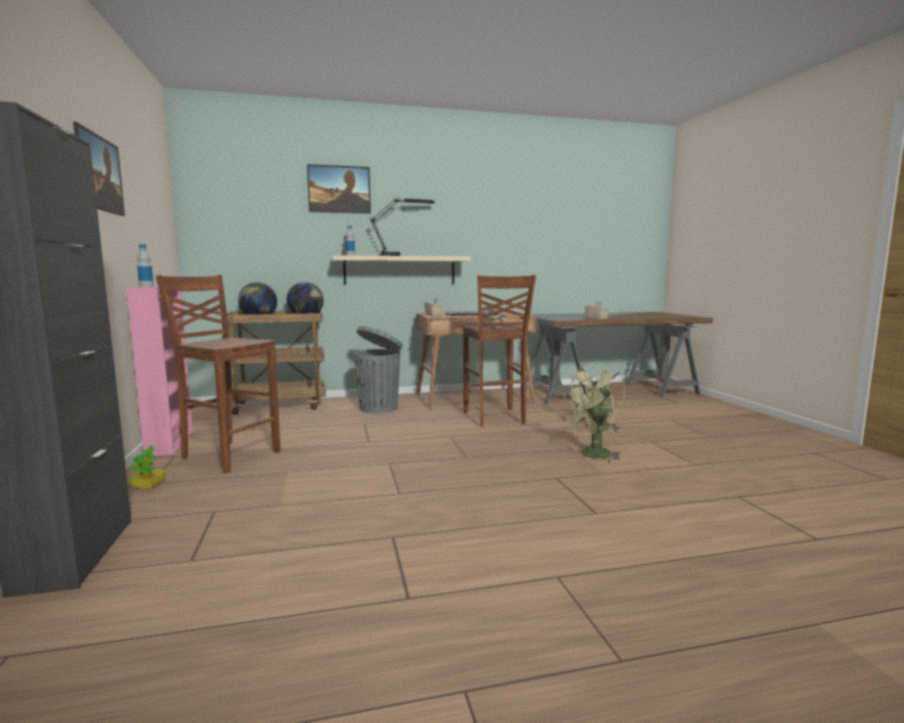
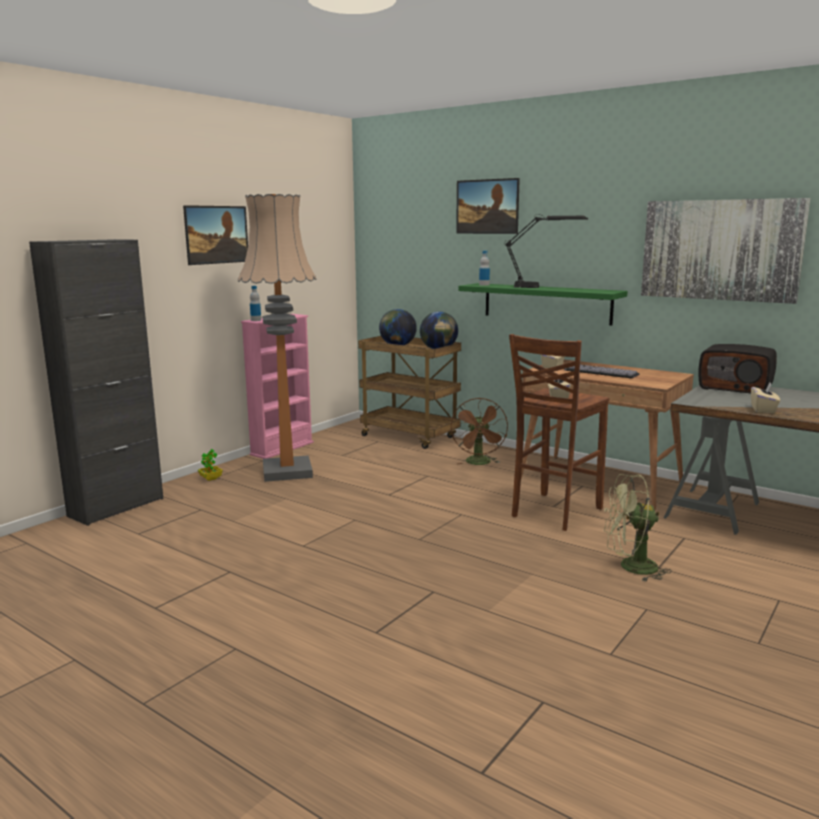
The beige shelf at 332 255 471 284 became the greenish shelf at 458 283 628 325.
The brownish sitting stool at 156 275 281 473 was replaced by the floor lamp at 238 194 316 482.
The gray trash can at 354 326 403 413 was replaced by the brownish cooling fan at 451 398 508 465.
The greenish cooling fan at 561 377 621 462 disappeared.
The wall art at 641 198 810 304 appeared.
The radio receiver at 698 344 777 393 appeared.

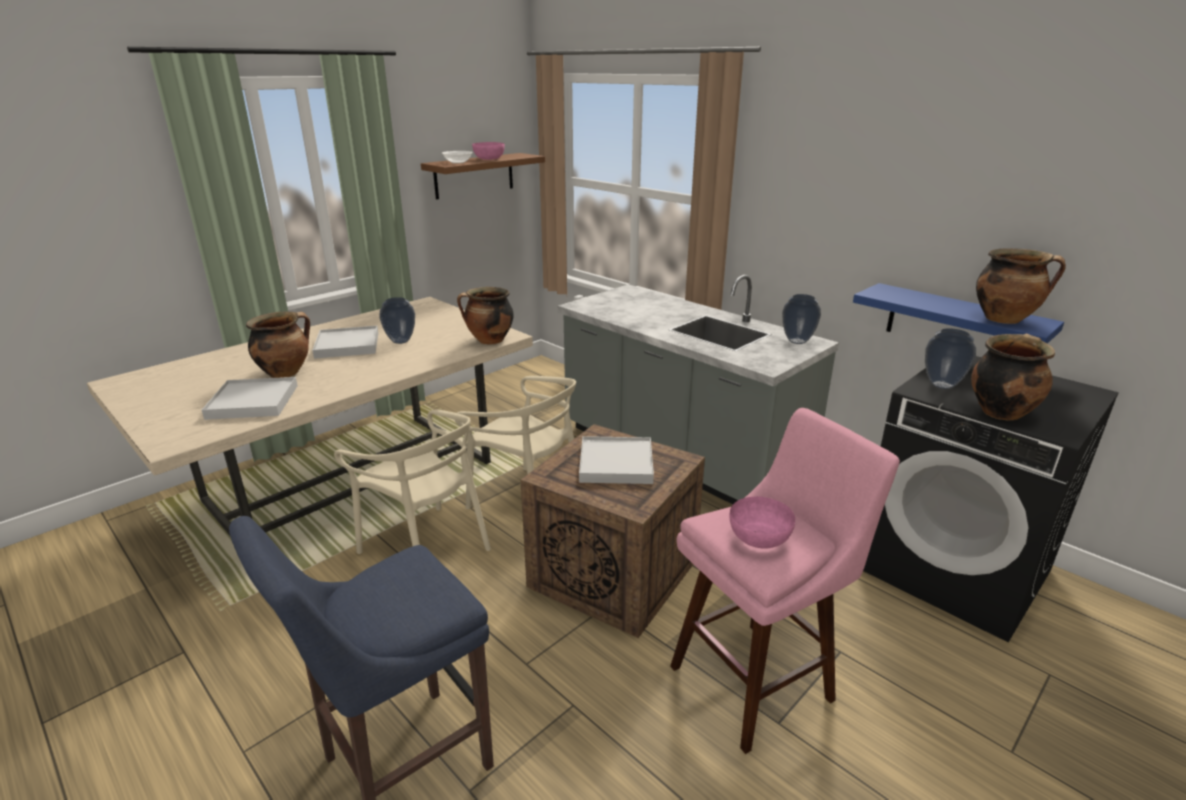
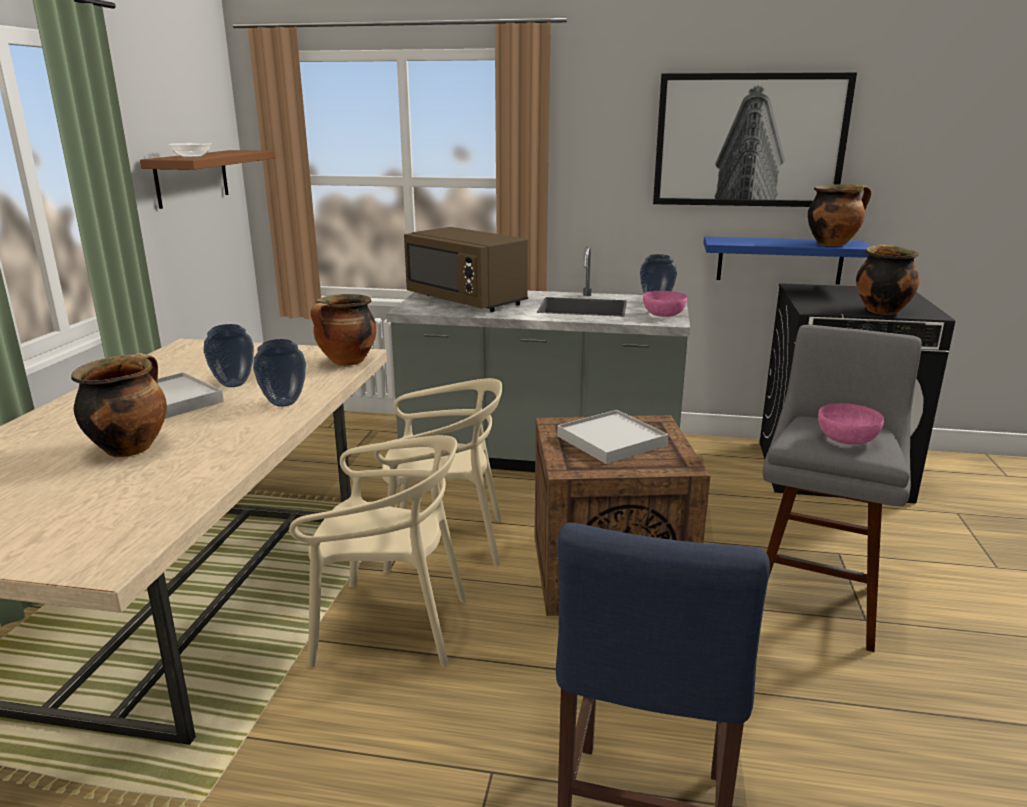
The pink-coloured bowl moved from 472 142 505 160 to 643 291 687 317.
The flower vase moved from 925 328 976 389 to 253 339 306 407.
The white tray at 202 377 298 420 disappeared.
The pink-coloured sitting stool at 670 408 900 754 became the gray sitting stool at 763 325 922 652.
The wall art at 653 72 857 207 appeared.
The brownish microwave at 404 227 528 312 appeared.

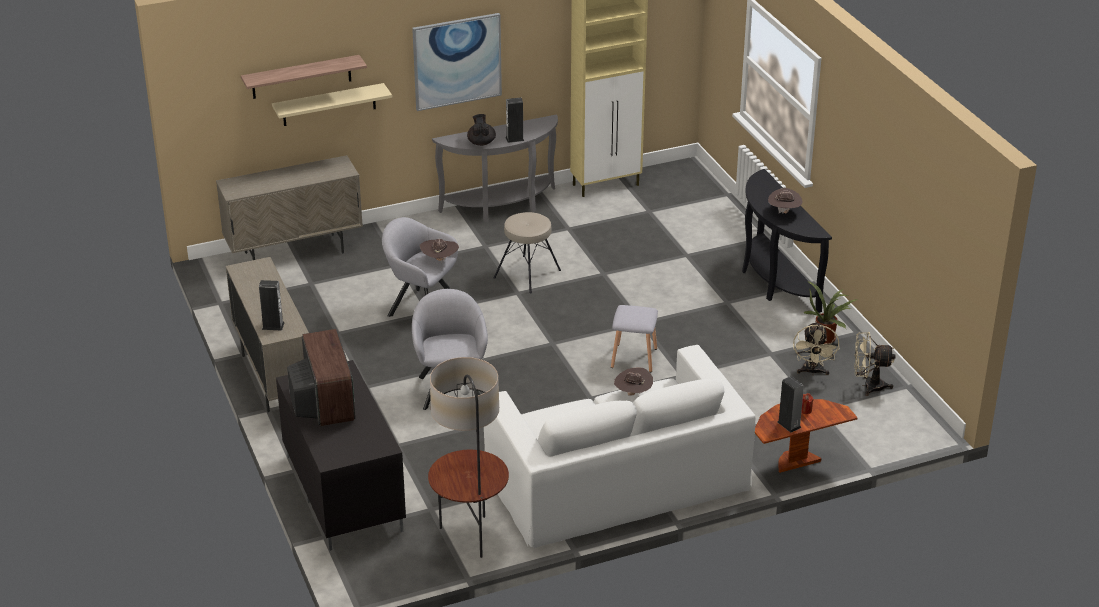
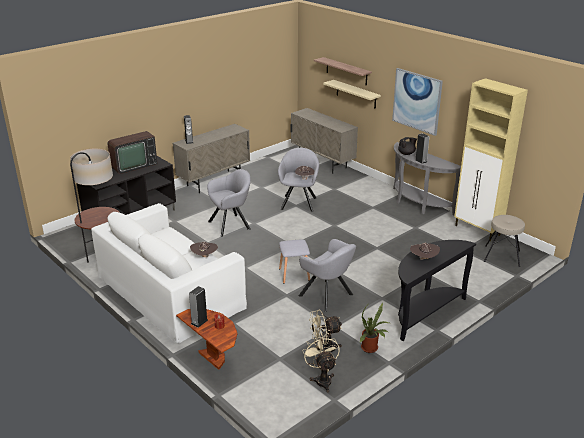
The beige sitting stool moved from 494 212 561 293 to 484 215 525 267.
The gray armchair at 299 239 356 312 appeared.

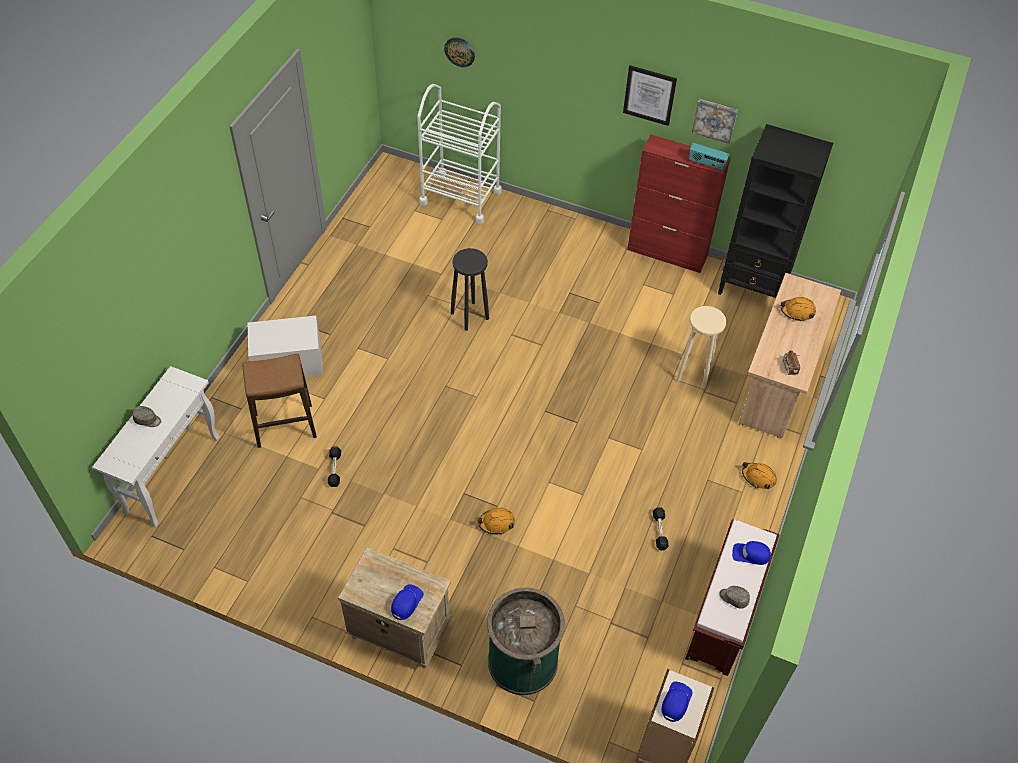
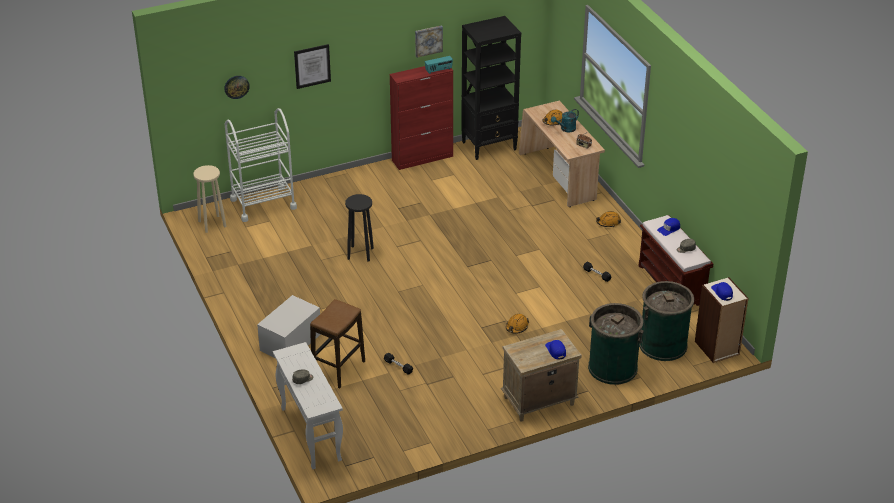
The wall art moved from 623 65 677 126 to 294 44 331 89.
The beige sitting stool moved from 677 306 726 388 to 193 165 226 233.
The turquoise watering can at 551 109 579 132 appeared.
The greenish trash can at 639 281 694 361 appeared.

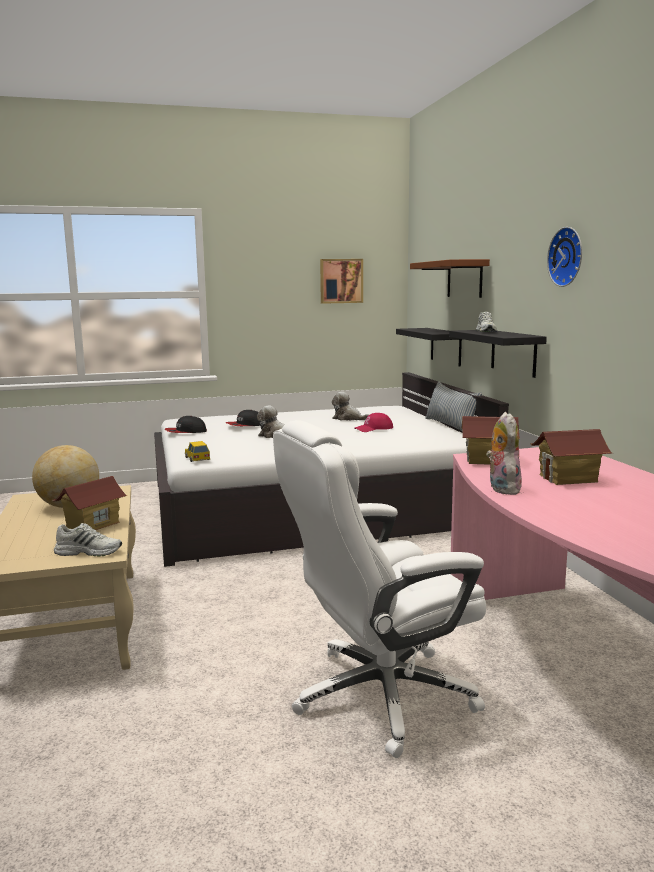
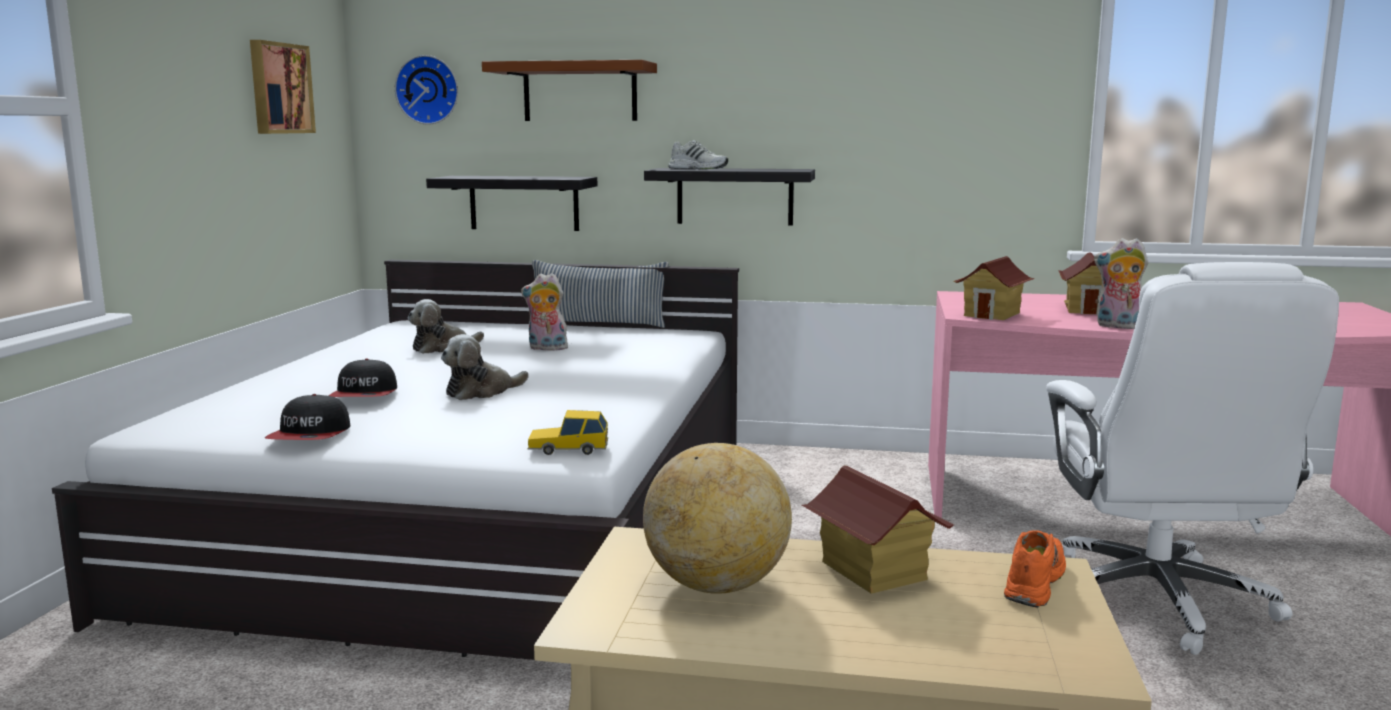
The hanging clock moved from 547 227 582 287 to 395 55 458 125.
The red-coloured baseball cap at 354 413 393 432 was replaced by the plush toy at 521 273 568 351.
The white shoe at 54 523 122 556 became the orange shoe at 1004 530 1066 608.

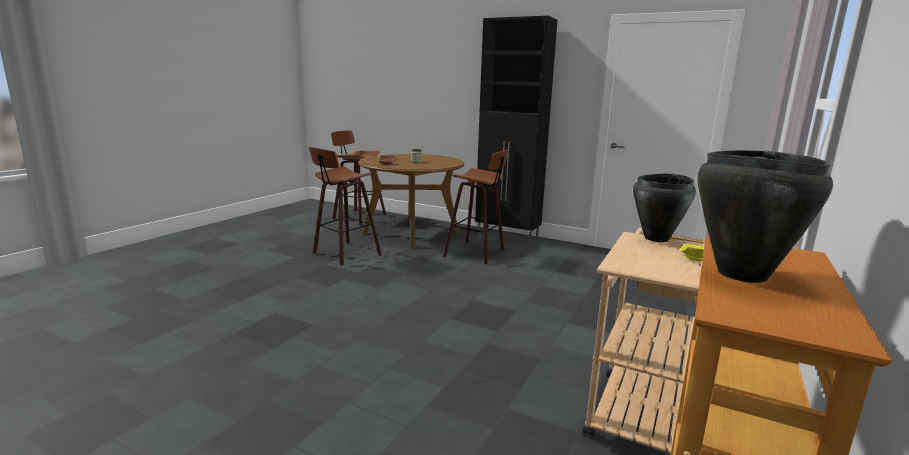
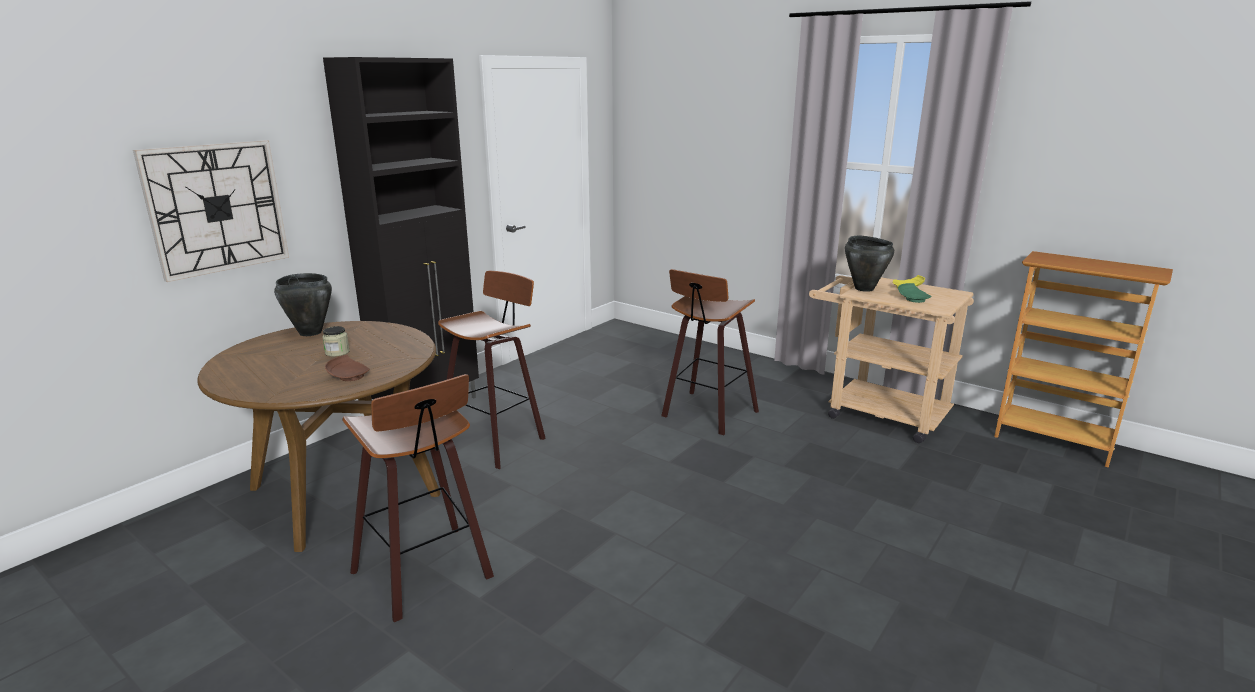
The sitting stool moved from 331 131 386 225 to 661 269 759 435.
The black-coloured cooking pot moved from 697 150 833 283 to 274 273 332 336.
The hanging clock at 133 140 289 282 appeared.
The greenish dinner plate at 898 283 932 303 appeared.

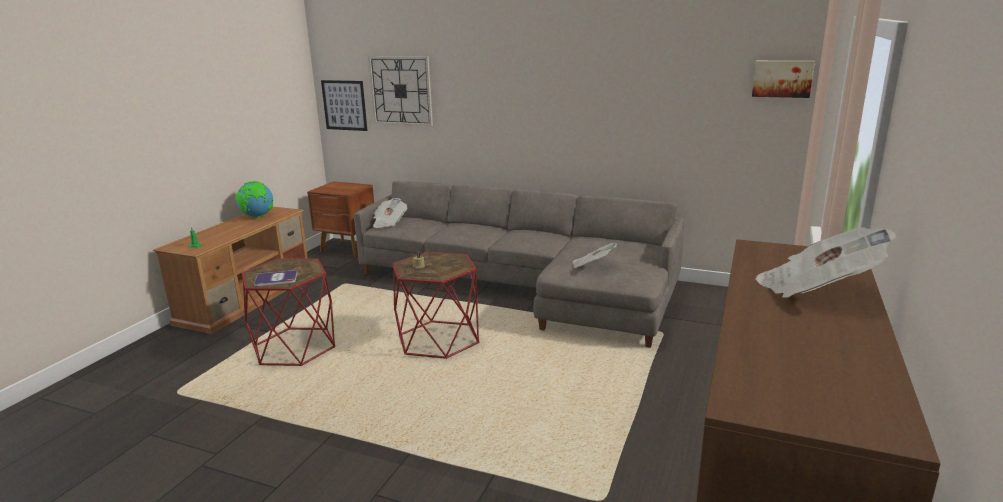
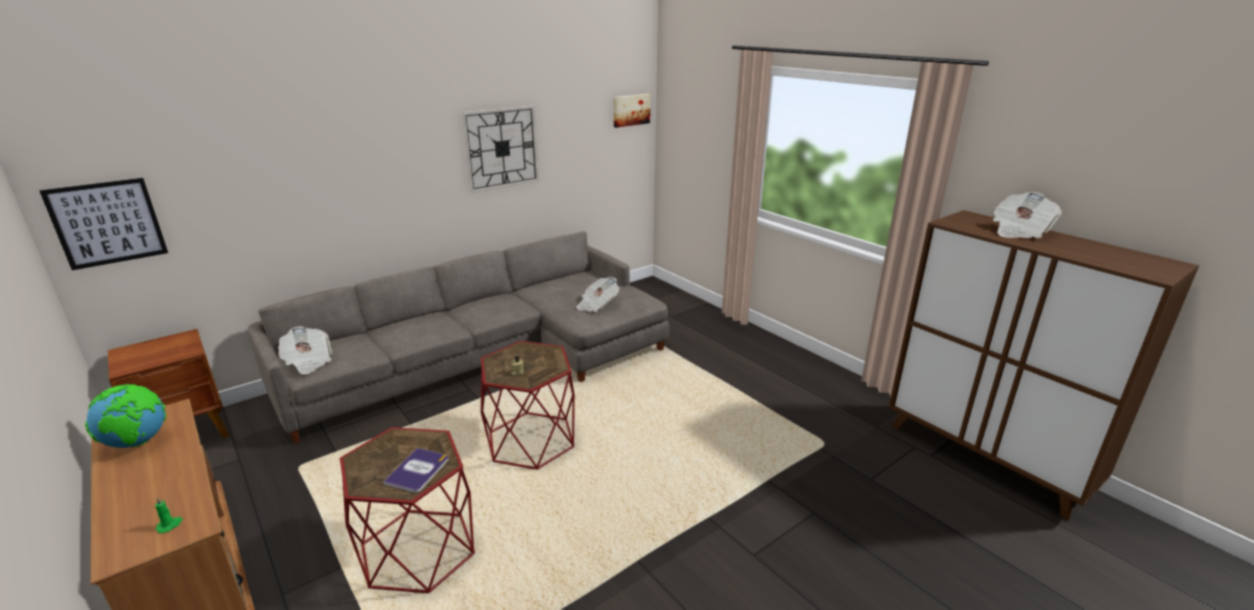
The hanging clock moved from 368 56 433 126 to 461 105 539 193.

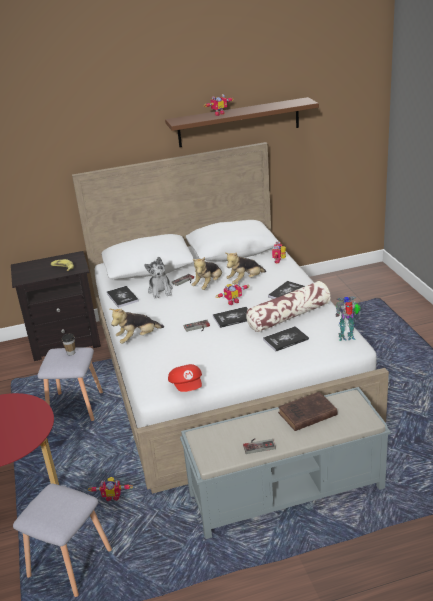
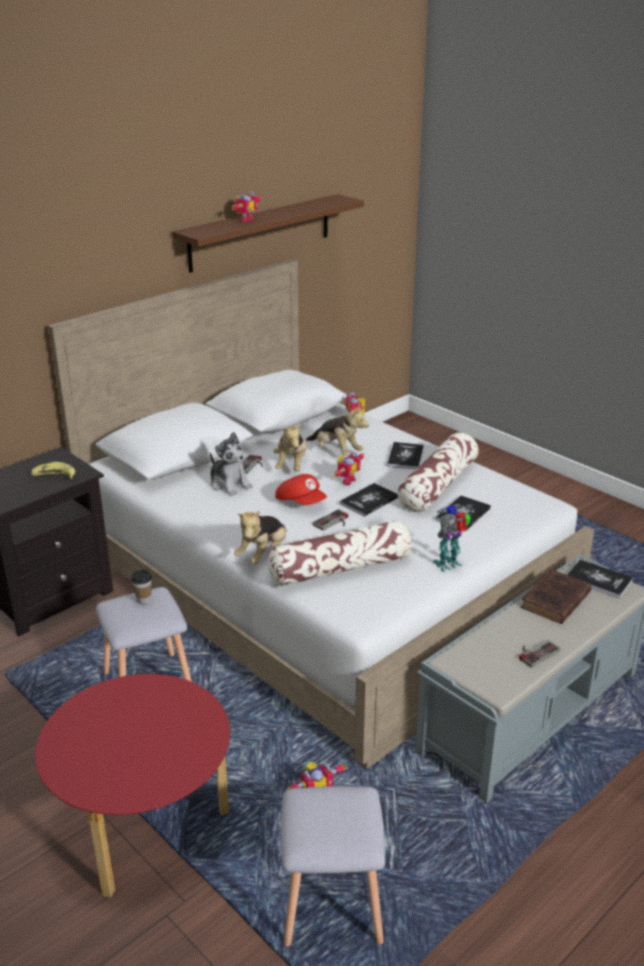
The plush toy at 225 252 266 284 turned 75 degrees counterclockwise.
The bound book moved from 107 286 139 308 to 567 560 633 599.
The toy robot moved from 336 296 361 341 to 433 504 471 572.
The red-coloured baseball cap moved from 168 364 202 392 to 275 474 327 505.
The pillow at 268 520 412 586 appeared.

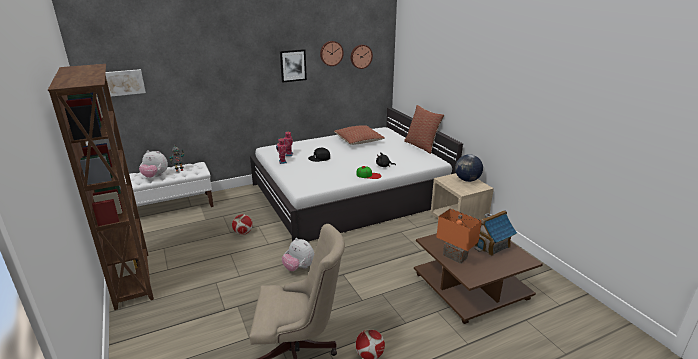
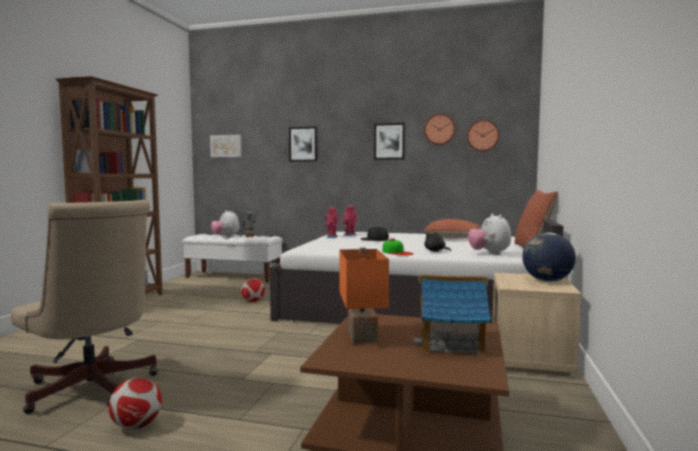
The plush toy moved from 282 238 314 271 to 468 214 511 255.
The wall art at 289 127 317 162 appeared.

